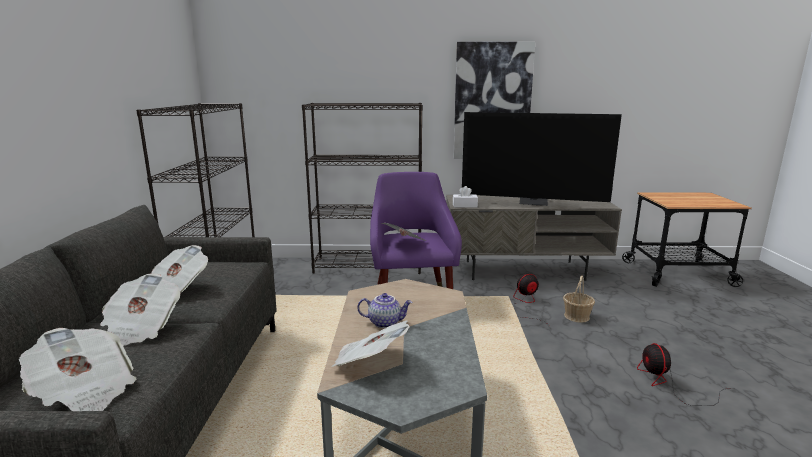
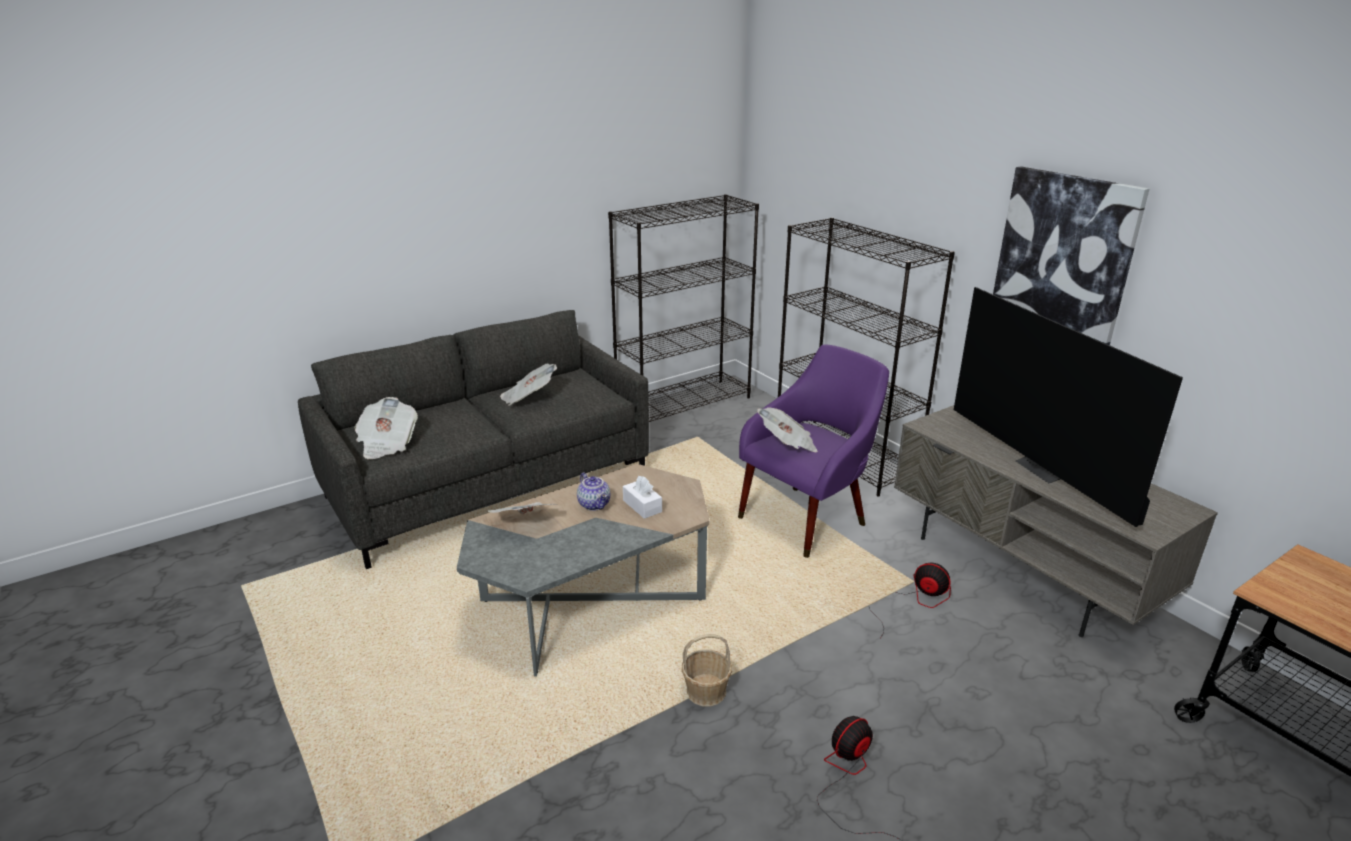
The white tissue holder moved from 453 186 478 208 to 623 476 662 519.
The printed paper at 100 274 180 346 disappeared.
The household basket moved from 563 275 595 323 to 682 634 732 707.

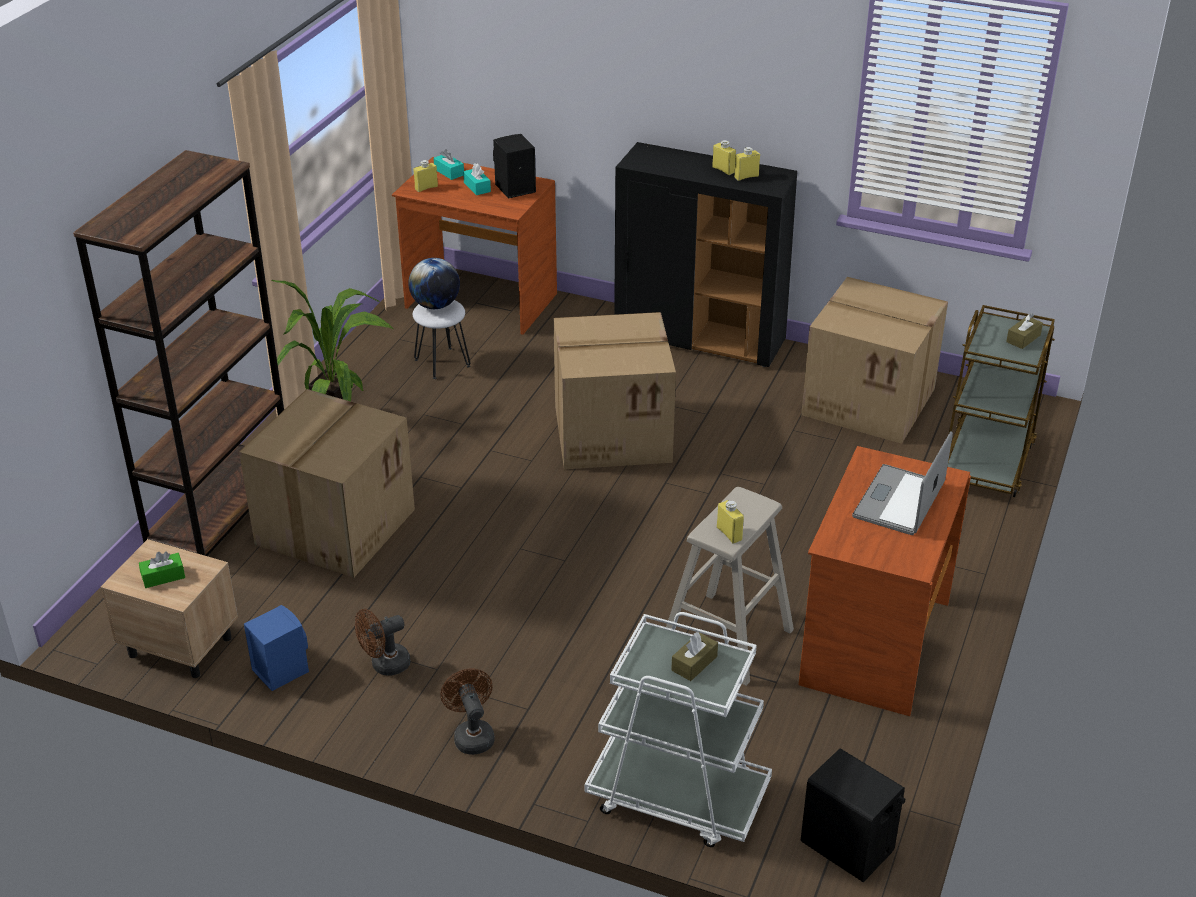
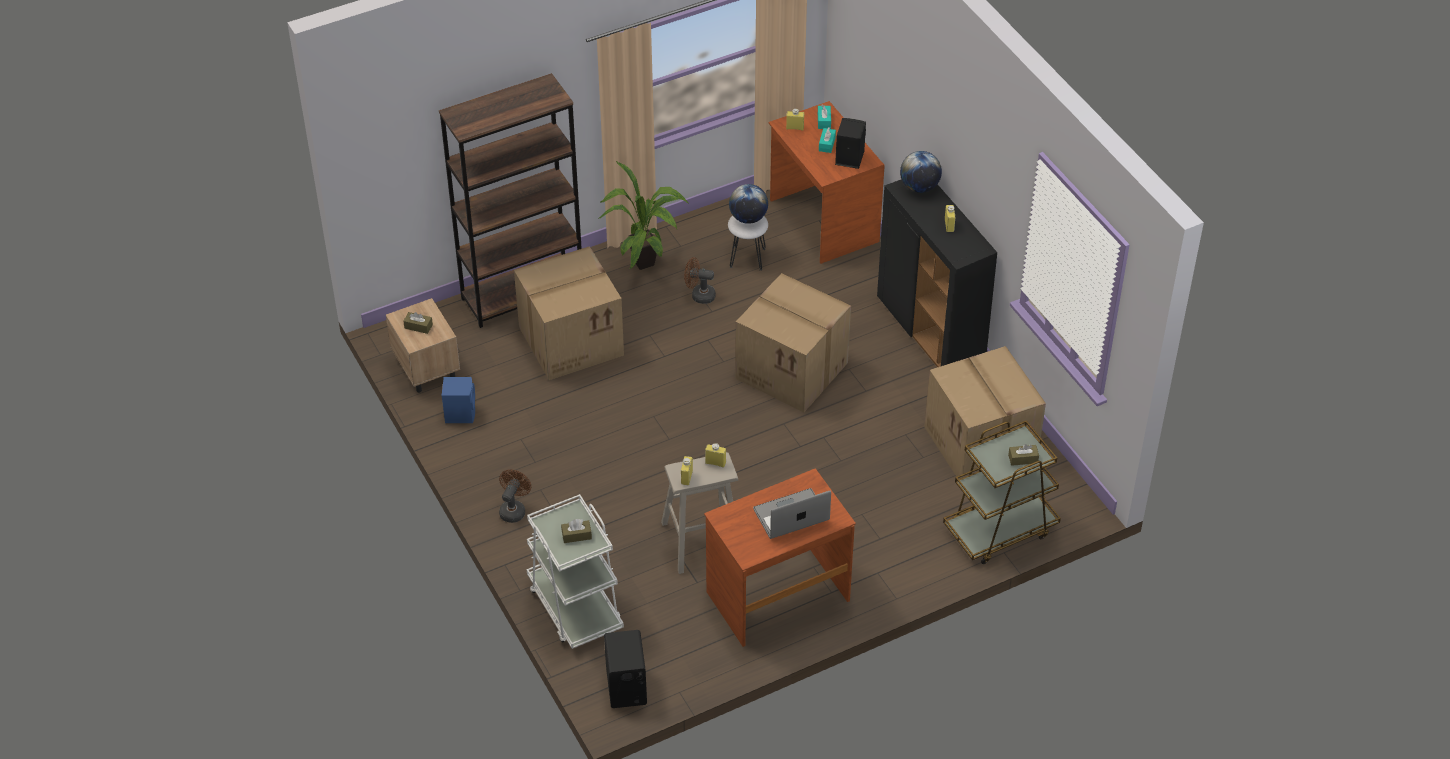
The yellow bottle moved from 734 147 760 181 to 705 443 726 468.
The greenish tissue holder at 139 551 185 588 became the brownish tissue holder at 403 312 433 334.
The brownish cooling fan moved from 355 609 410 676 to 684 257 716 304.
The globe at 900 151 942 193 appeared.

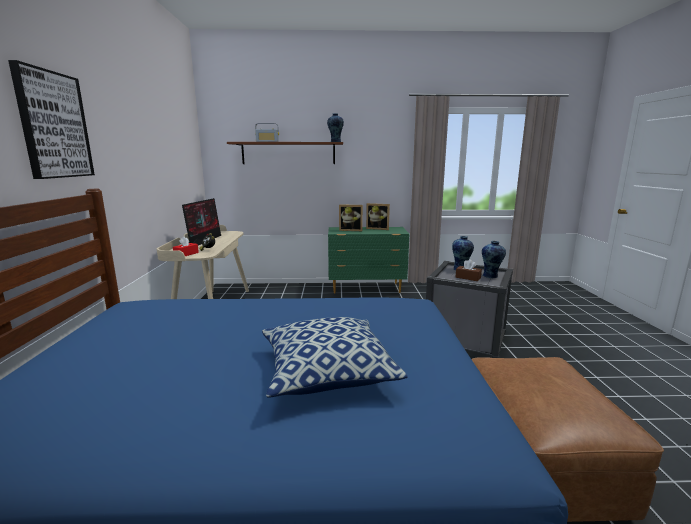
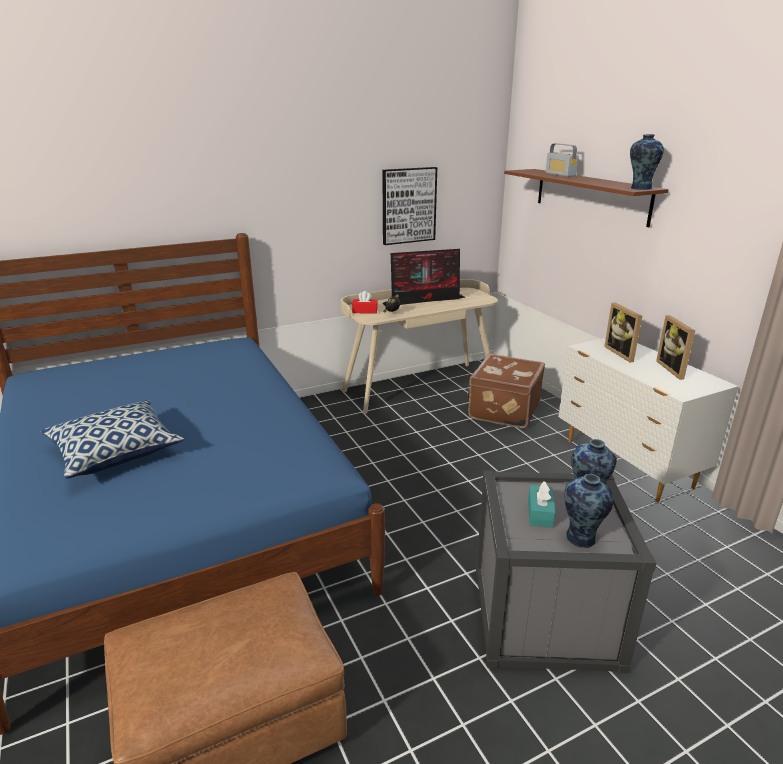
The wall art moved from 8 60 95 179 to 382 167 437 245.
The greenish drawer chest at 328 227 409 294 became the white drawer chest at 558 338 739 503.
The brownish tissue holder at 455 259 482 281 became the turquoise tissue holder at 528 481 556 528.
The brownish travel case at 467 353 545 429 appeared.

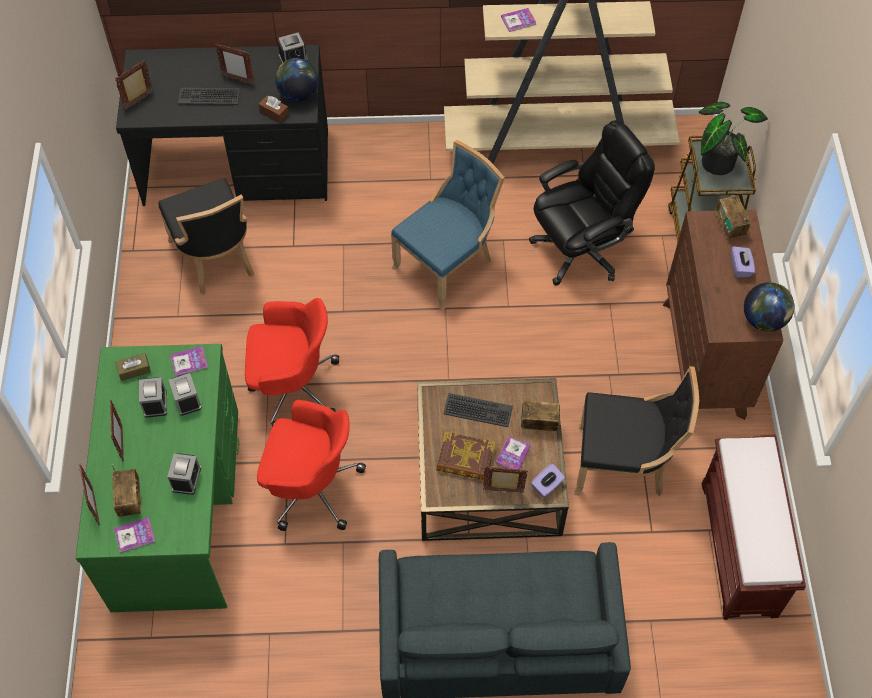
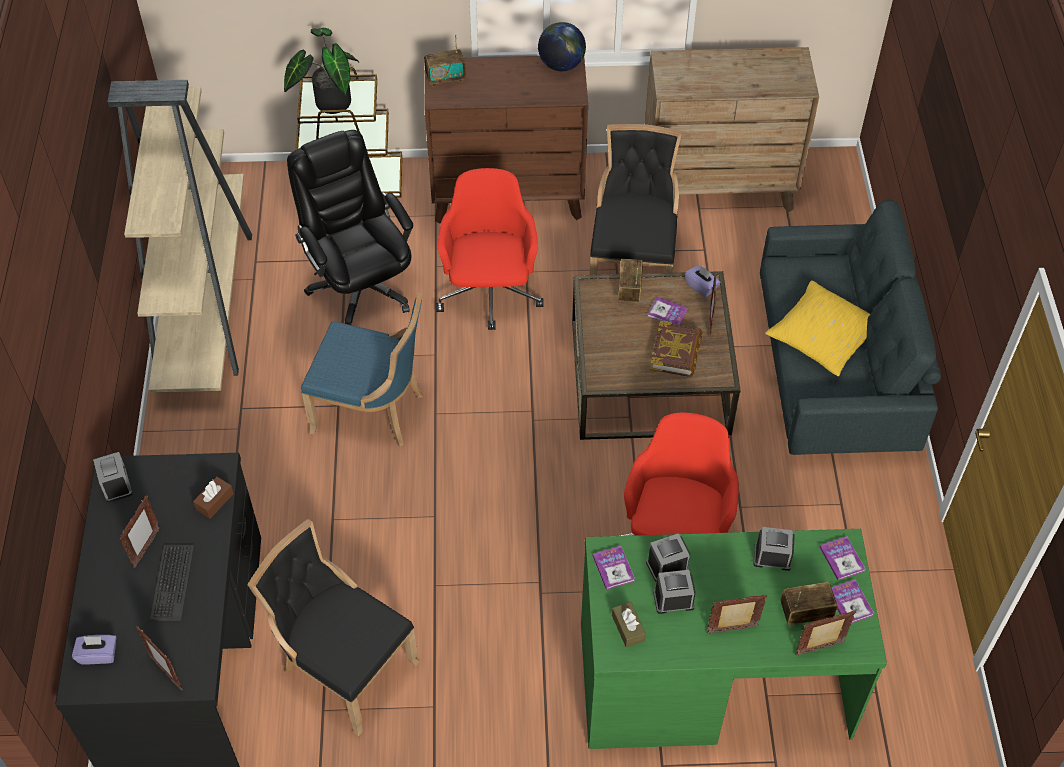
The bound book moved from 501 8 537 32 to 819 536 866 580.
The globe at 275 58 318 102 disappeared.
The blue plain chair at 391 140 505 311 turned 150 degrees clockwise.
The black-coloured plain chair at 158 178 254 295 turned 120 degrees counterclockwise.
The purplish tissue holder moved from 731 246 755 278 to 72 635 117 665.
The red-coloured office chair moved from 245 298 339 427 to 436 168 544 330.
The PC keyboard at 444 393 513 427 disappeared.
The brownish bench at 702 435 806 620 was replaced by the brownish drawer chest at 645 47 819 212.
The yellow pillow at 765 281 870 376 appeared.

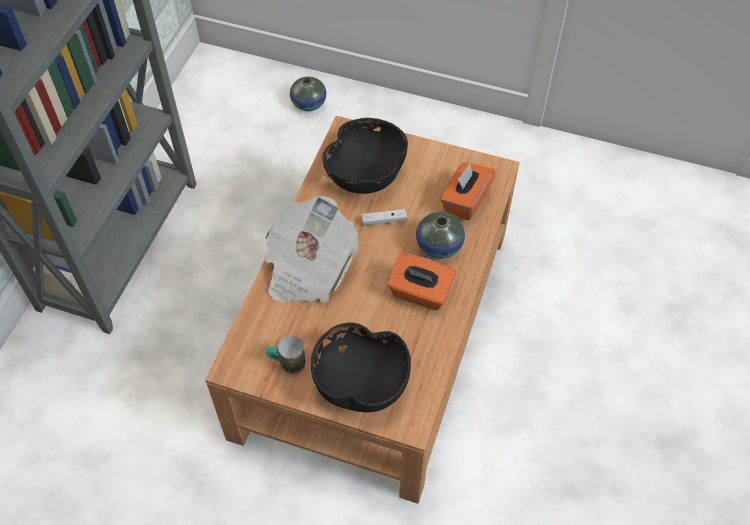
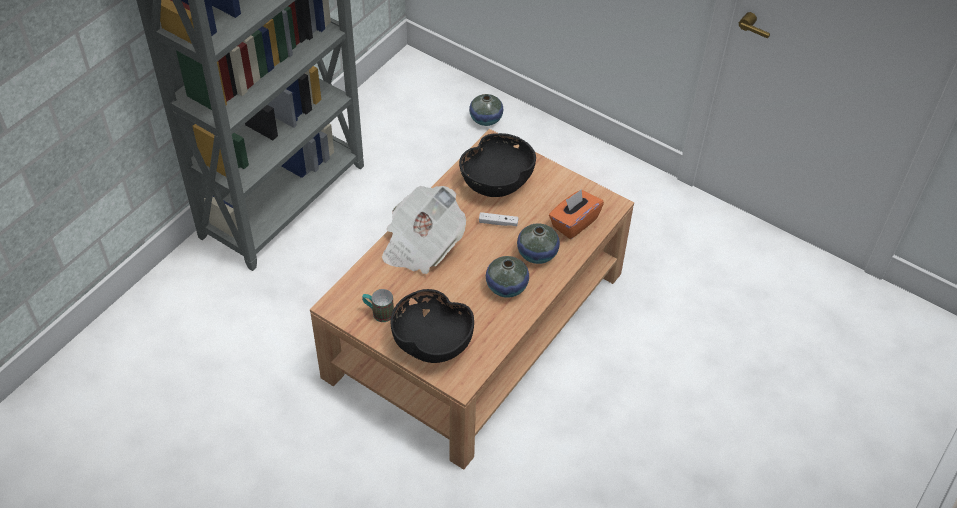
The orange tissue holder at 387 253 456 310 was replaced by the flower vase at 486 256 529 298.

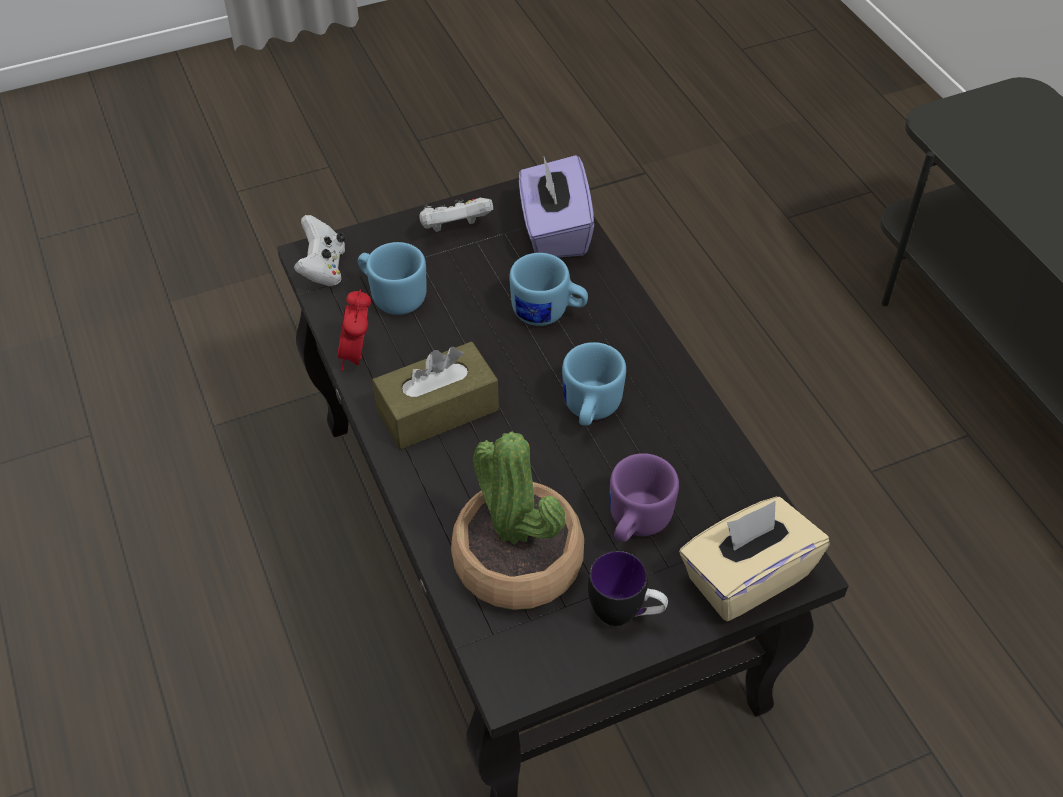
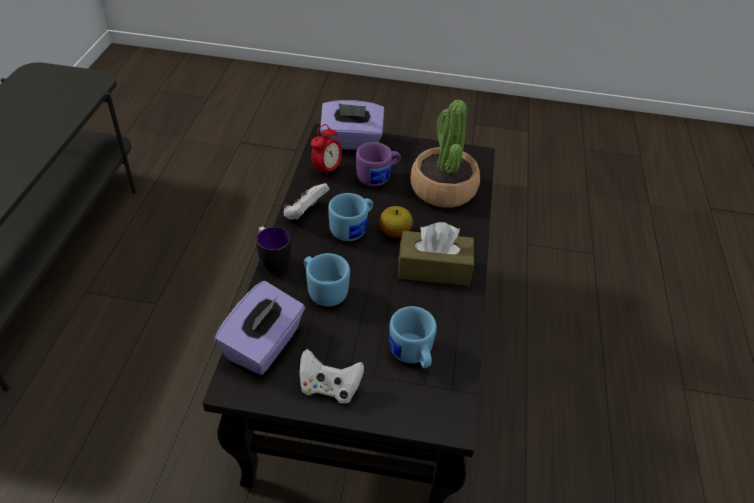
The white joypad moved from 294 215 345 286 to 283 183 330 220.
The table clock moved from 337 290 371 371 to 311 124 342 179.
The beige tissue holder at 679 497 830 622 became the purplish tissue holder at 320 100 384 150.
The coffee mug moved from 588 551 668 626 to 257 227 291 273.
The apple fruit at 380 206 413 238 appeared.

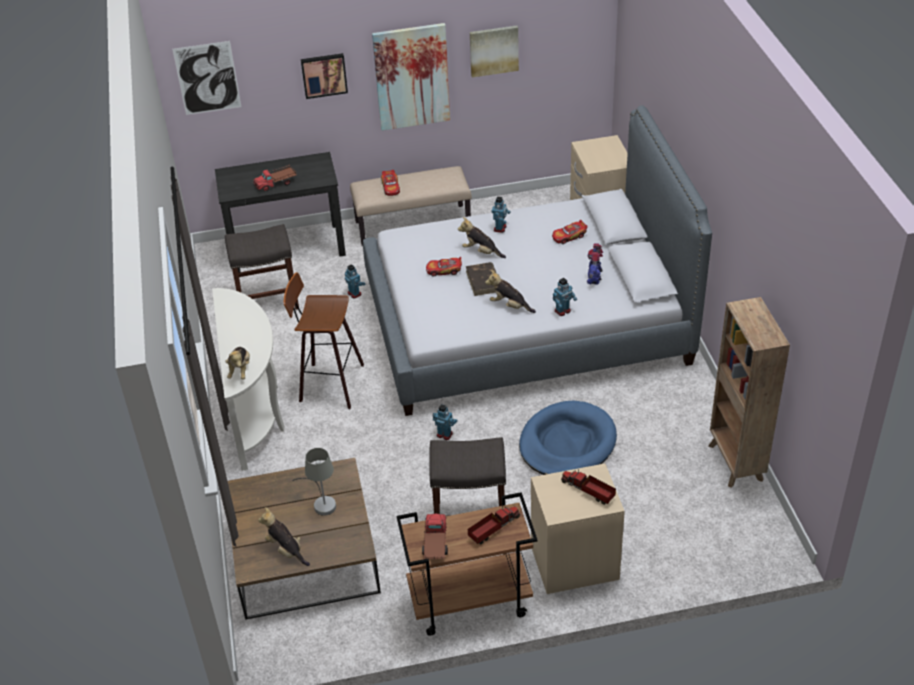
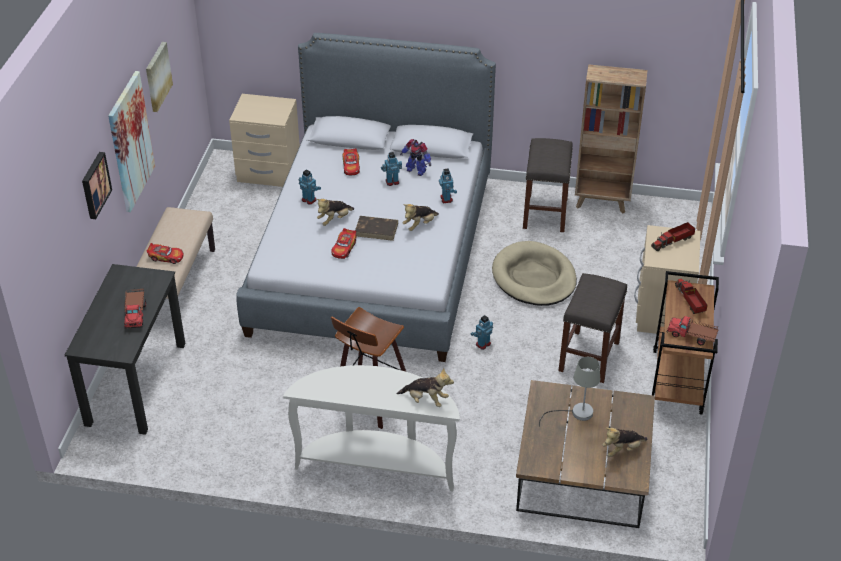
The wall art at 172 41 241 115 disappeared.
The gray sitting stool moved from 225 224 299 310 to 523 138 573 232.
The toy robot moved from 345 264 365 299 to 381 152 402 186.
The blue pet bed at 519 401 617 475 became the beige pet bed at 492 241 577 306.

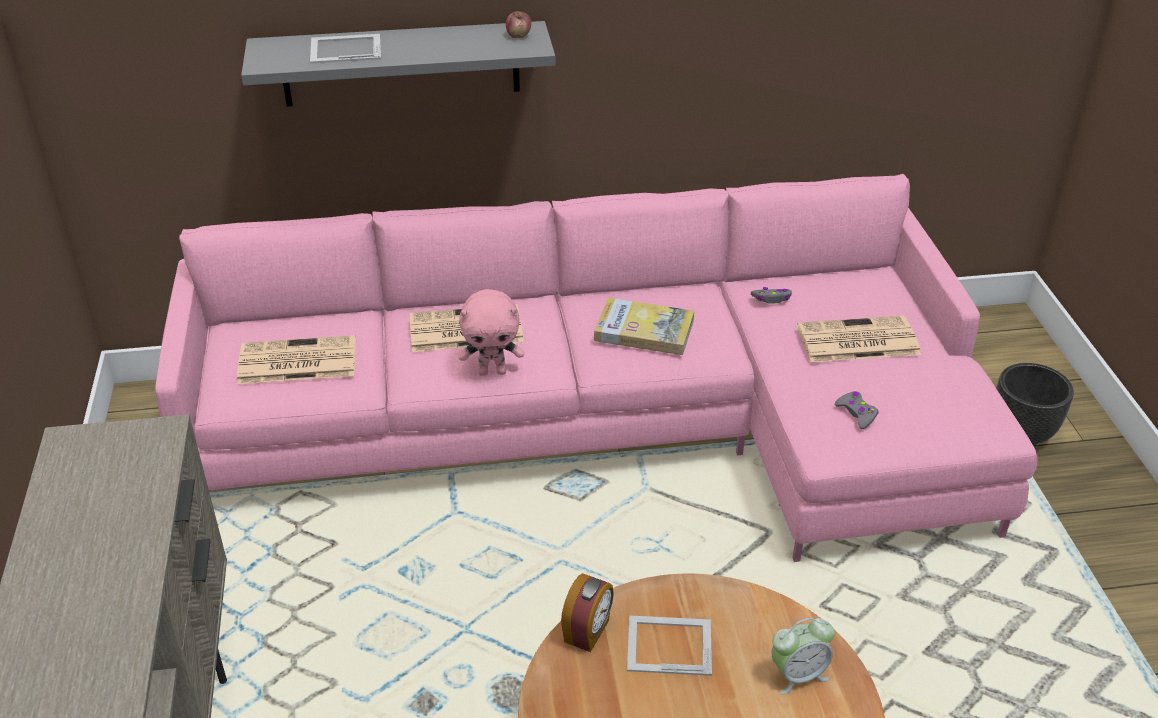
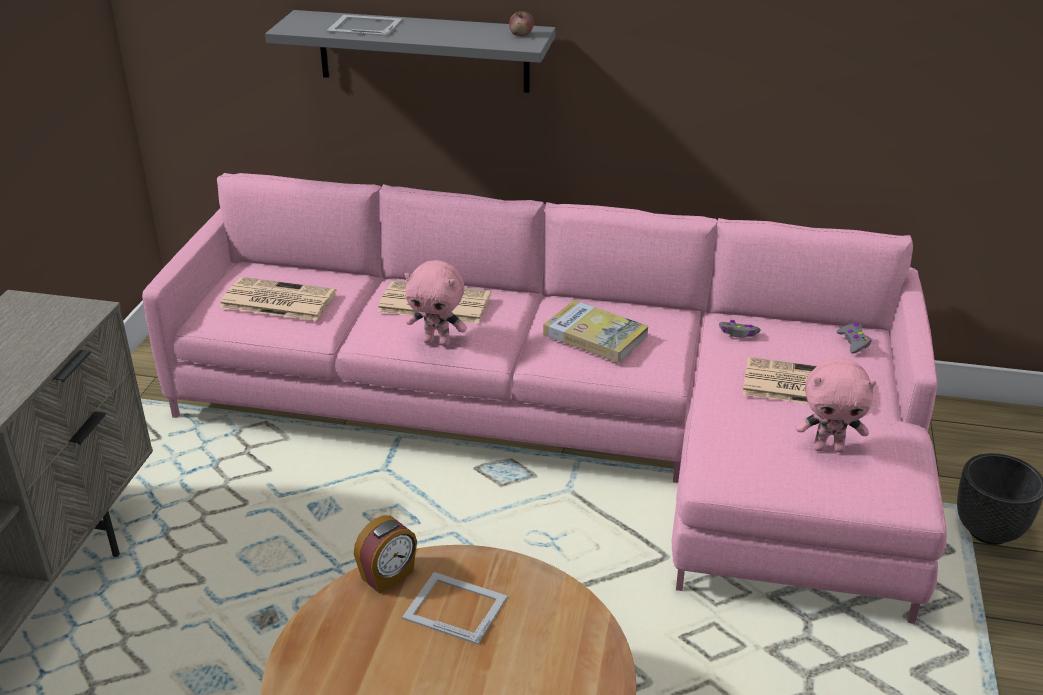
The gray joypad moved from 835 391 879 429 to 837 323 871 354.
The table clock at 771 618 835 695 disappeared.
The pink-coloured plush toy at 796 358 876 453 appeared.

